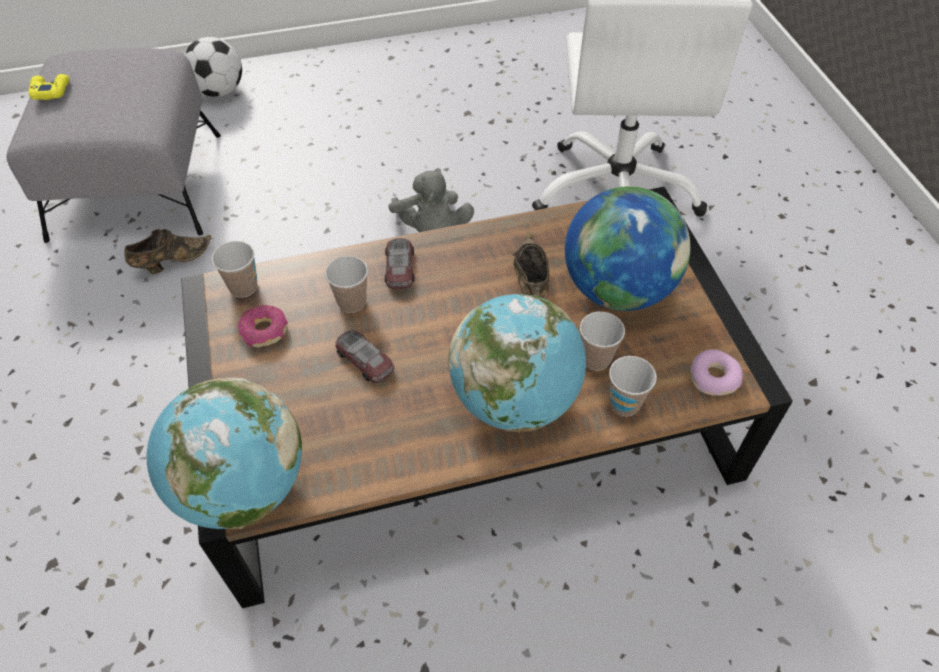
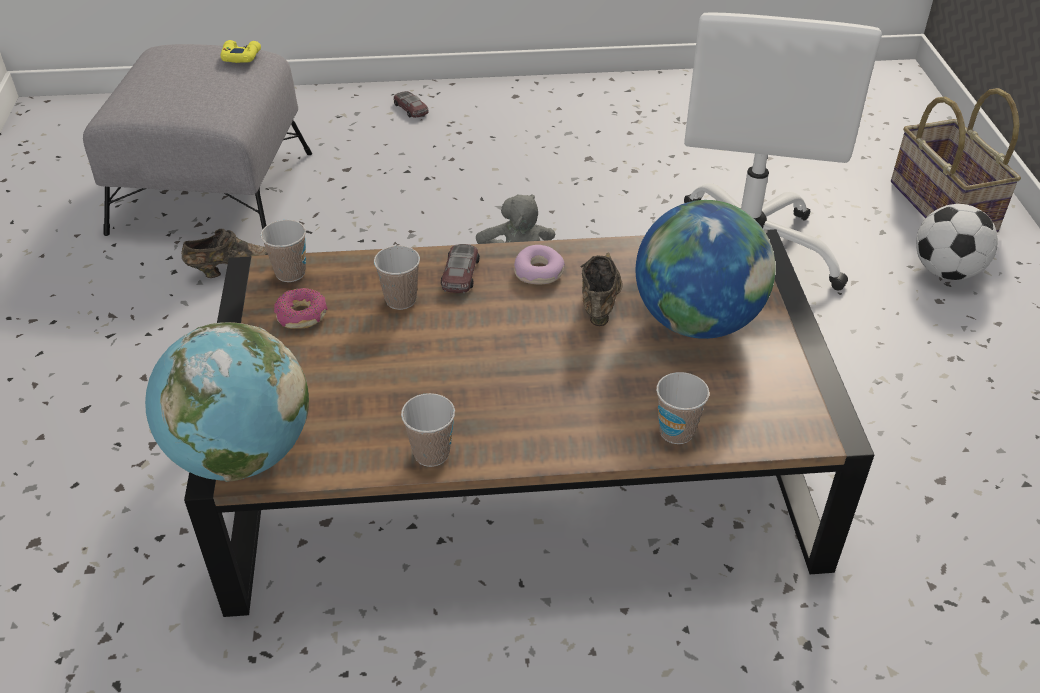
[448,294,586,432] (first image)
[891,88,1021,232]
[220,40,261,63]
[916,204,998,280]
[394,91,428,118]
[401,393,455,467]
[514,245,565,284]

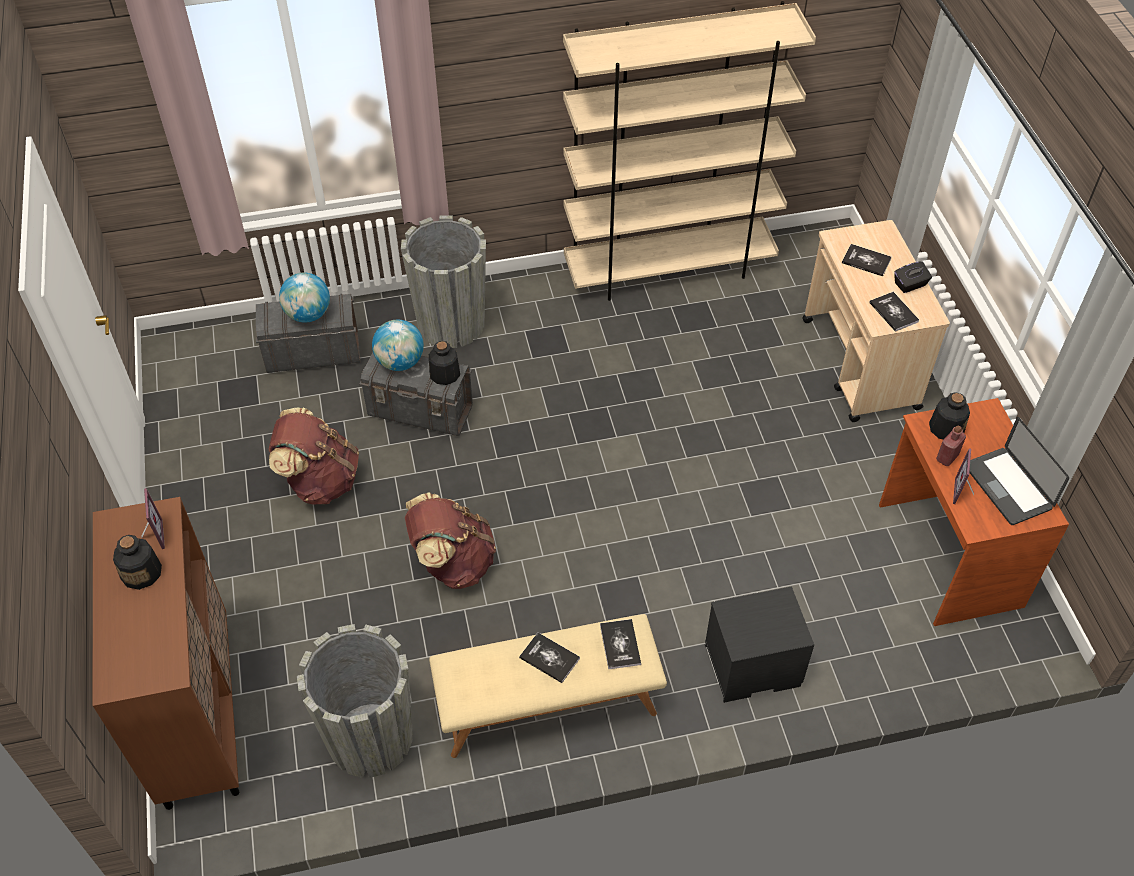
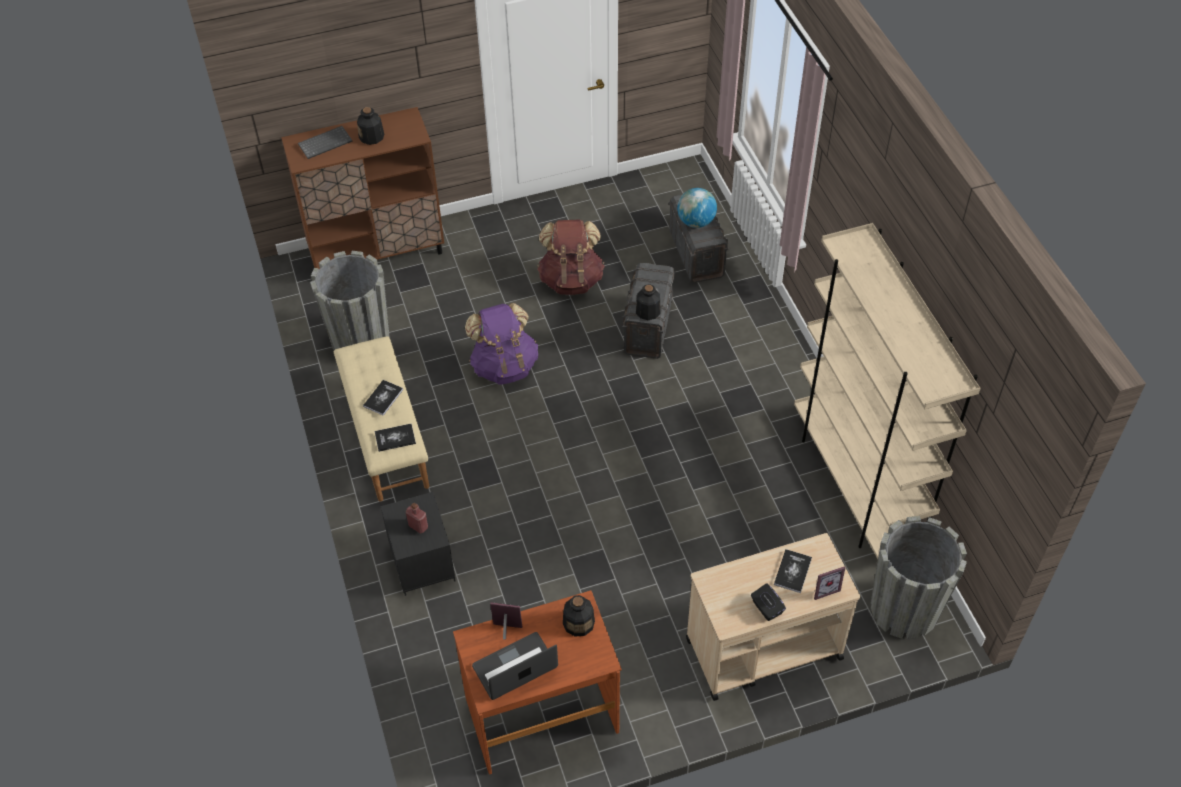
[372,320,424,371] (first image)
[869,292,919,332] (first image)
[298,126,352,159]
[814,566,845,600]
[871,516,967,639]
[406,503,428,534]
[465,303,538,385]

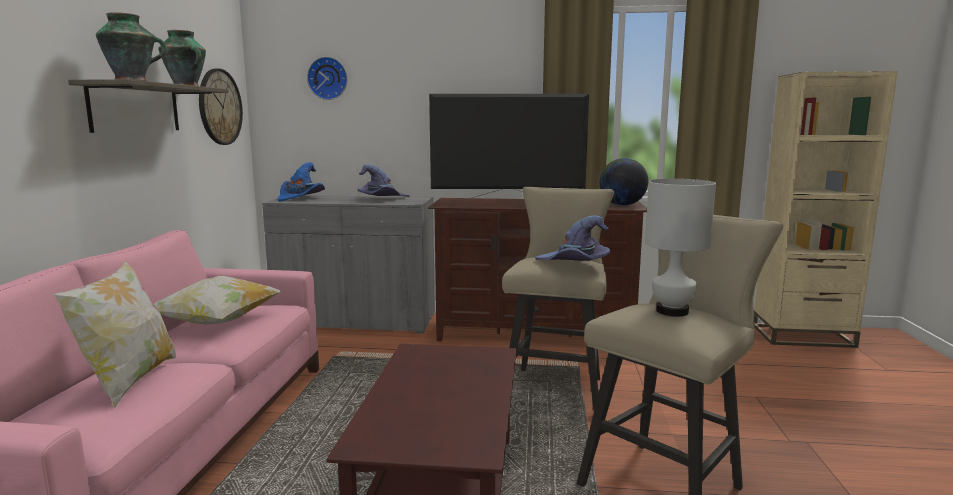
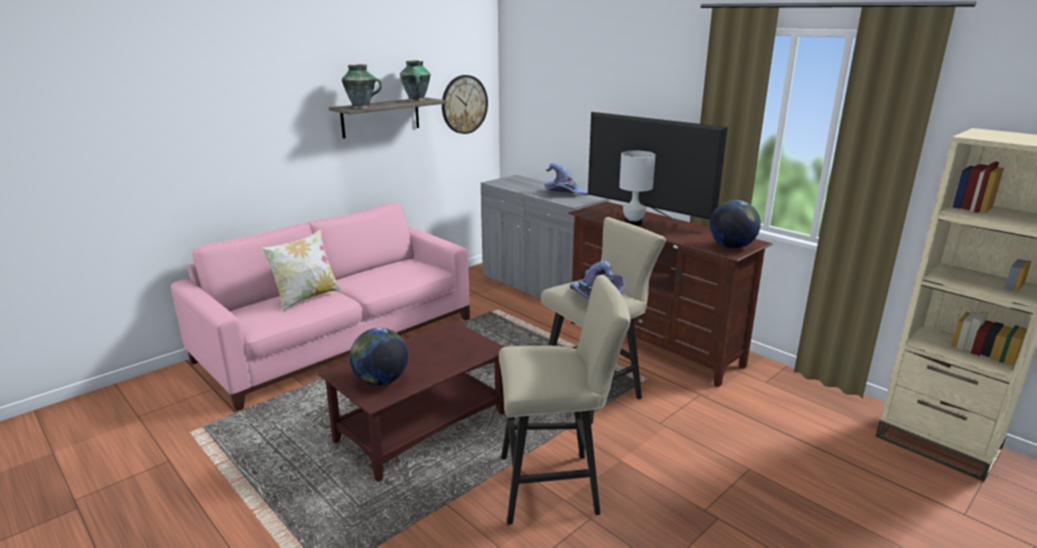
[153,276,282,325] (first image)
[278,162,325,202] (first image)
[307,57,347,100] (first image)
[350,328,408,385]
[619,151,656,226]

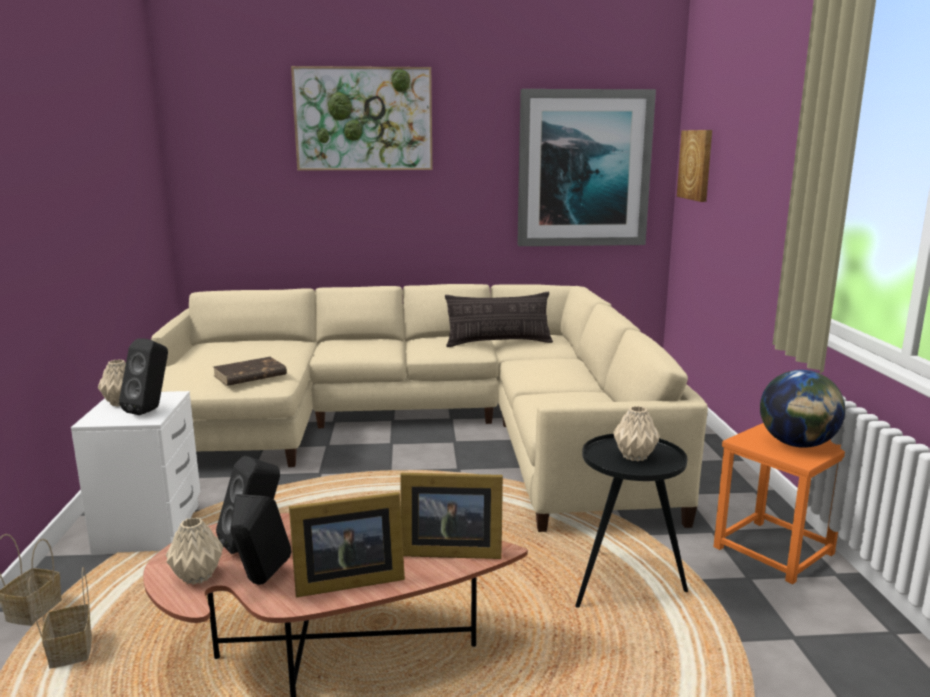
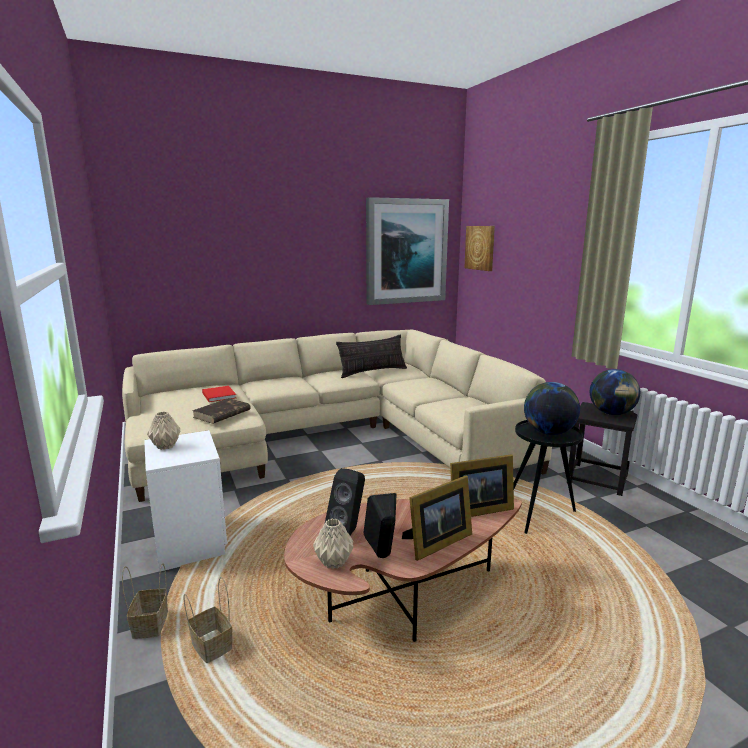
[119,338,168,415] (first image)
[291,66,433,170] (first image)
[202,386,236,402]
[524,382,580,435]
[569,402,637,496]

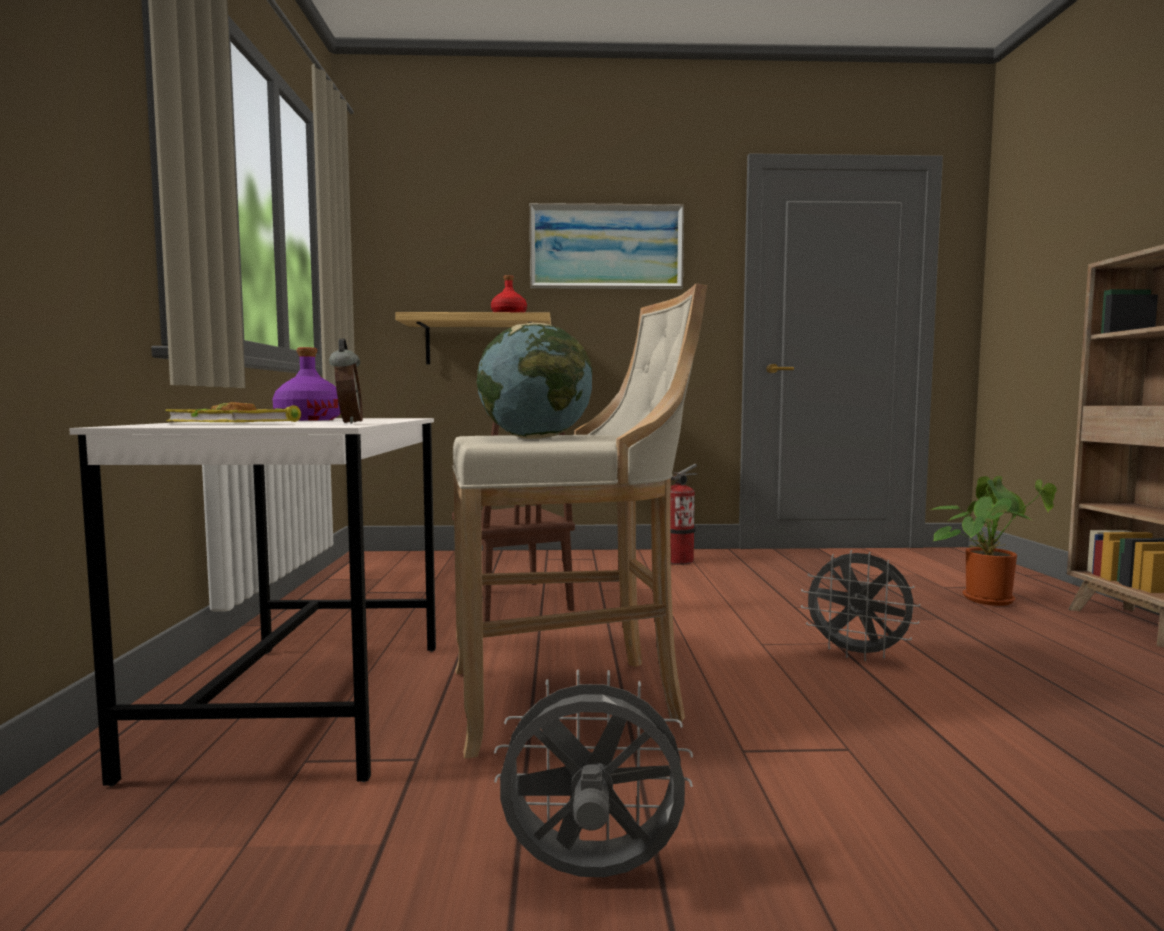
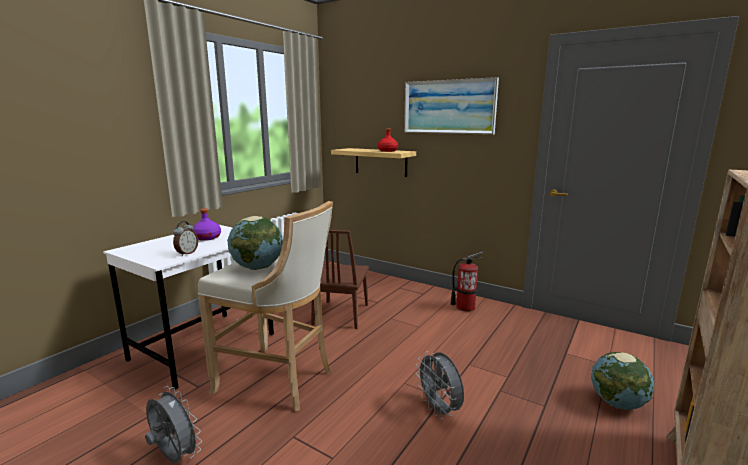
[165,402,301,422] (first image)
[591,352,654,410]

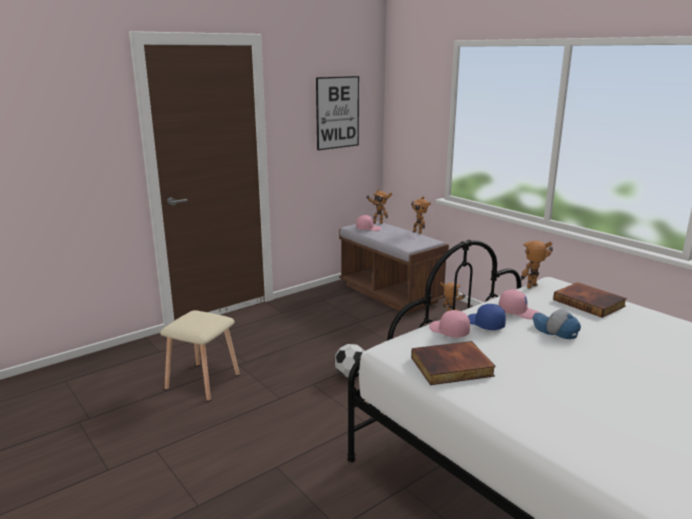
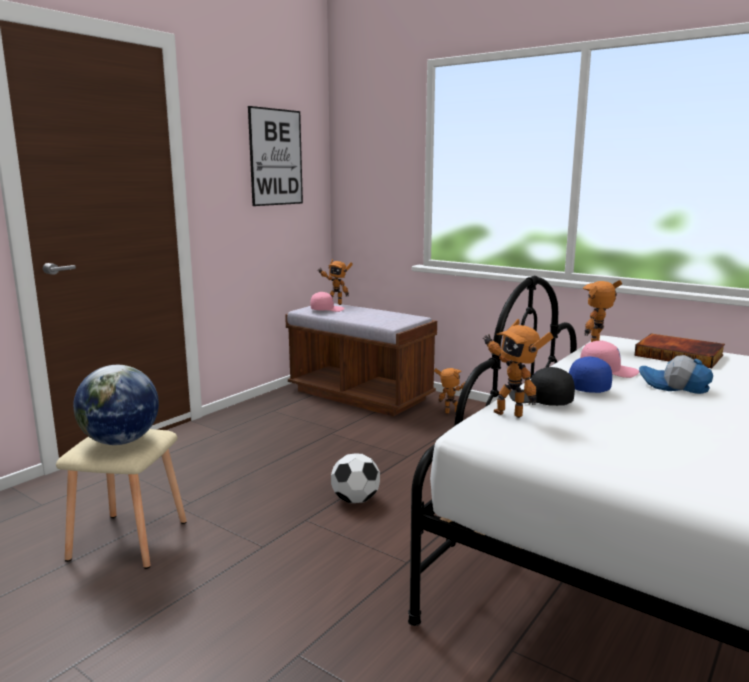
[411,341,496,385] (first image)
[73,365,159,445]
[483,319,554,418]
[509,367,575,406]

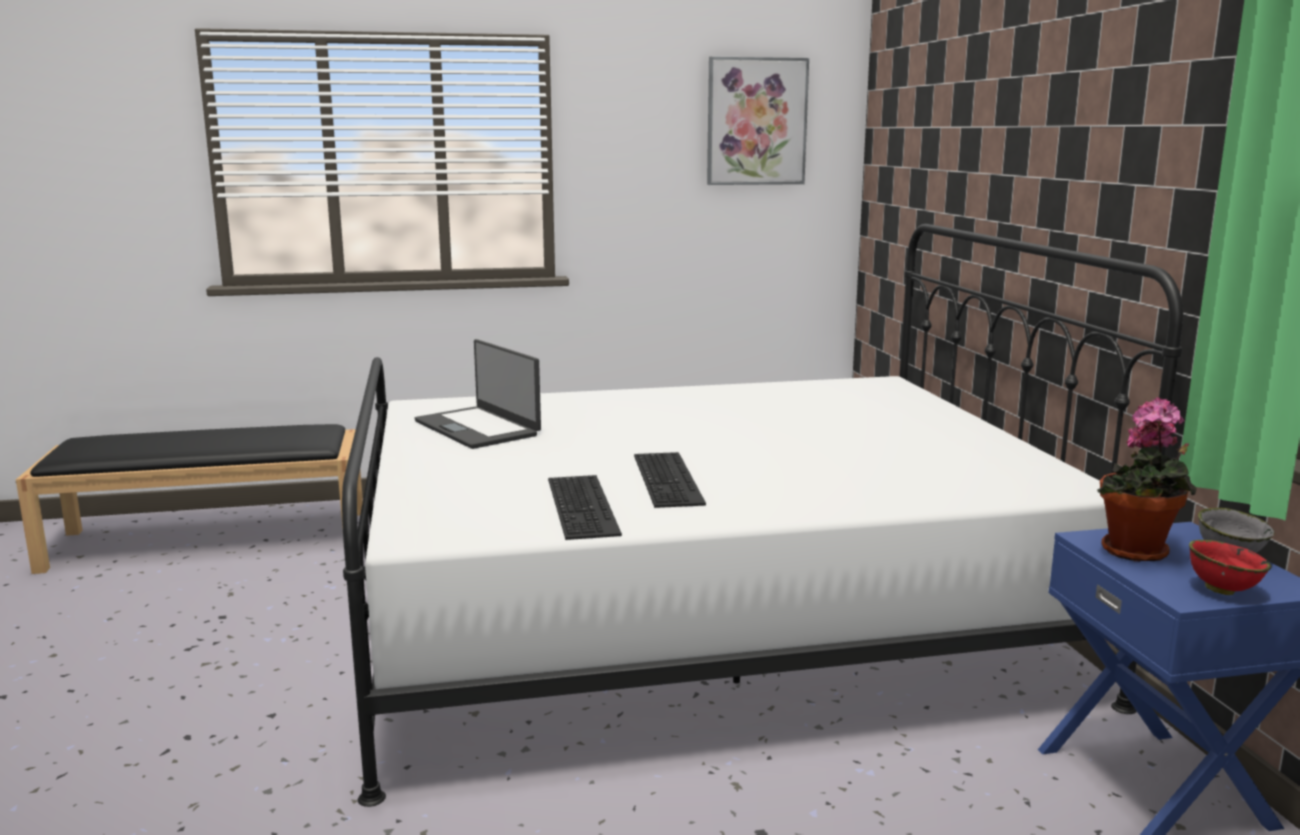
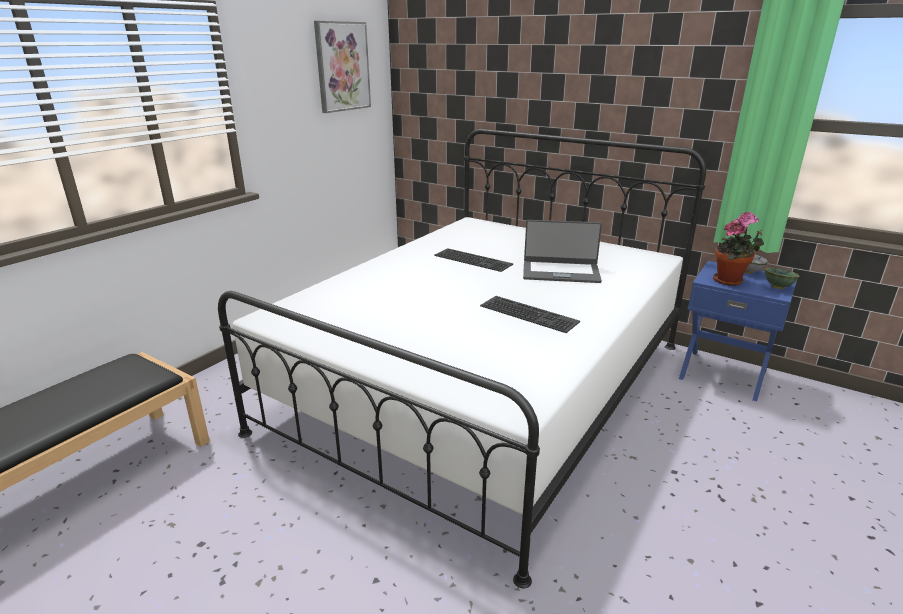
[523,220,602,283]
[434,248,513,272]
[765,268,800,289]

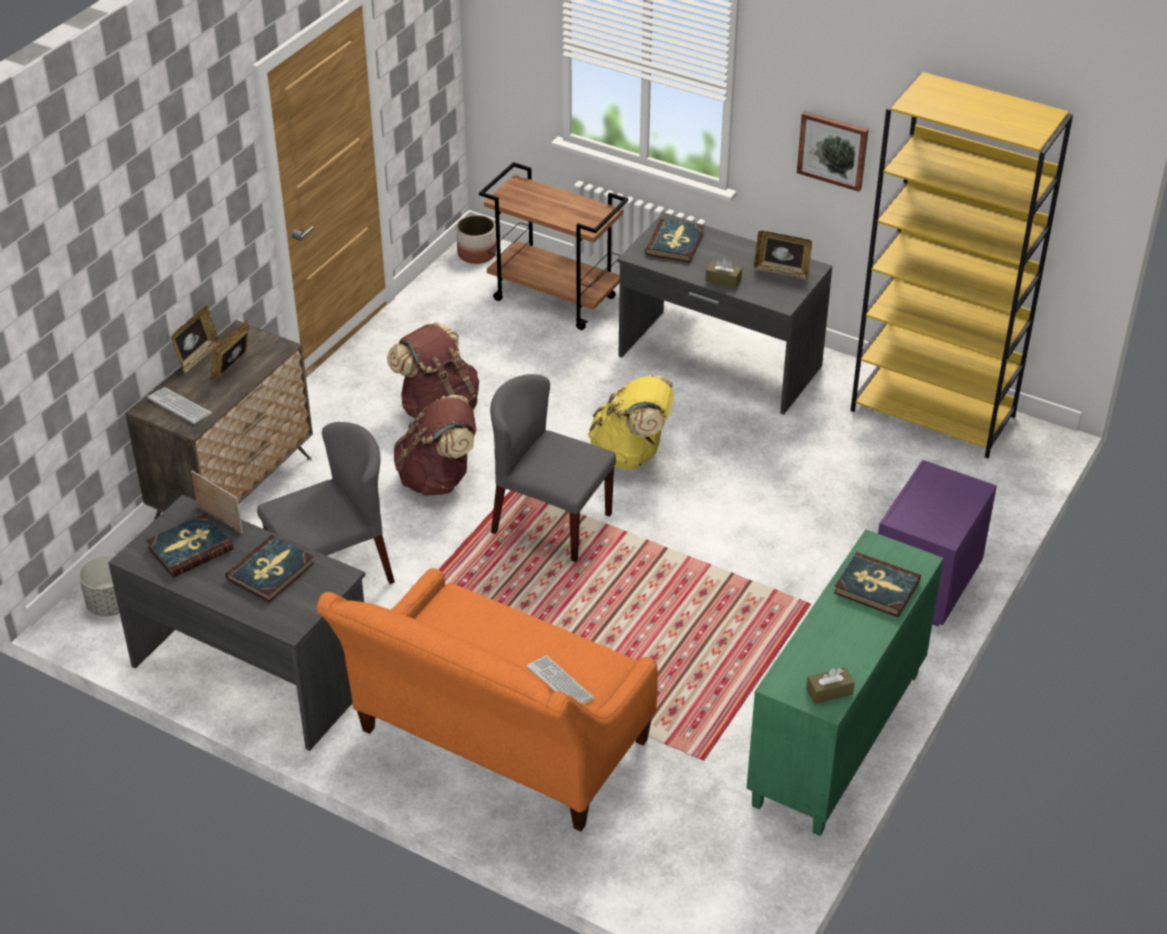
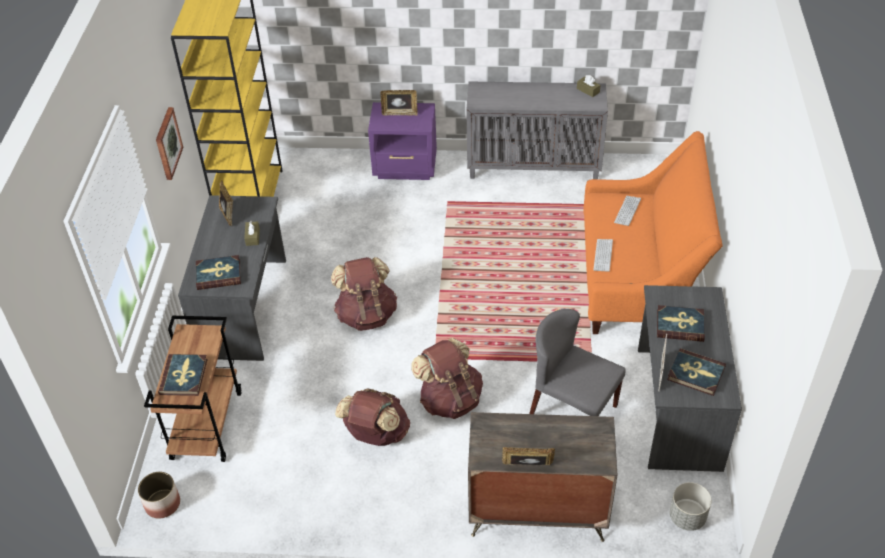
[490,374,616,562] (first image)
[593,239,613,272]
[381,90,418,116]
[158,354,208,396]
[331,257,397,331]
[466,82,608,179]

